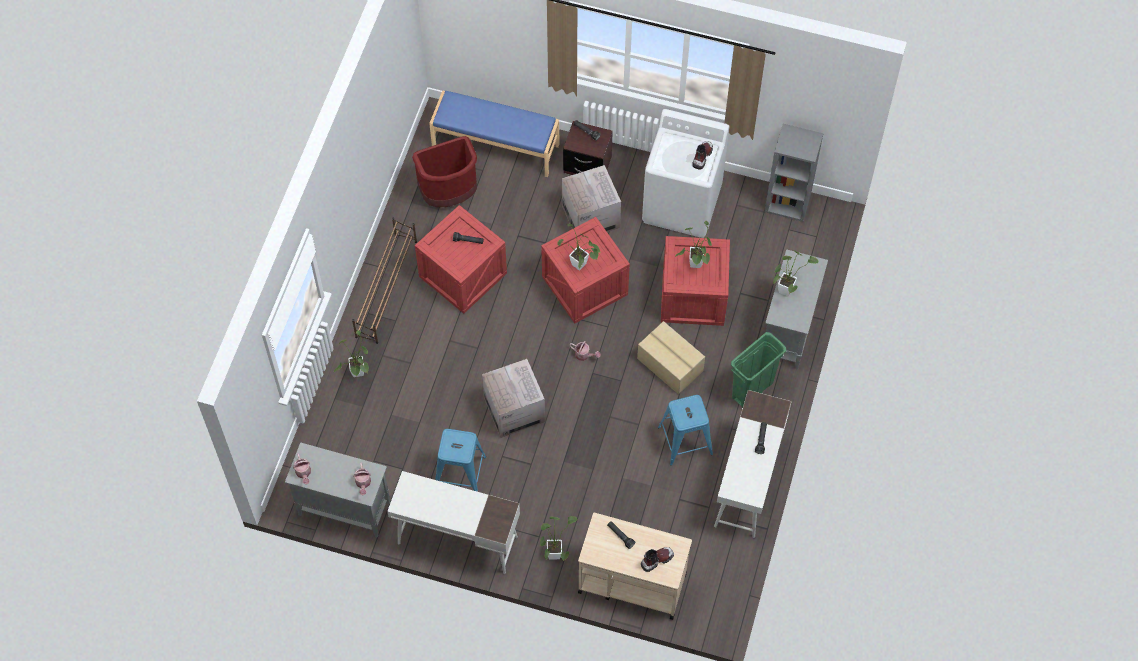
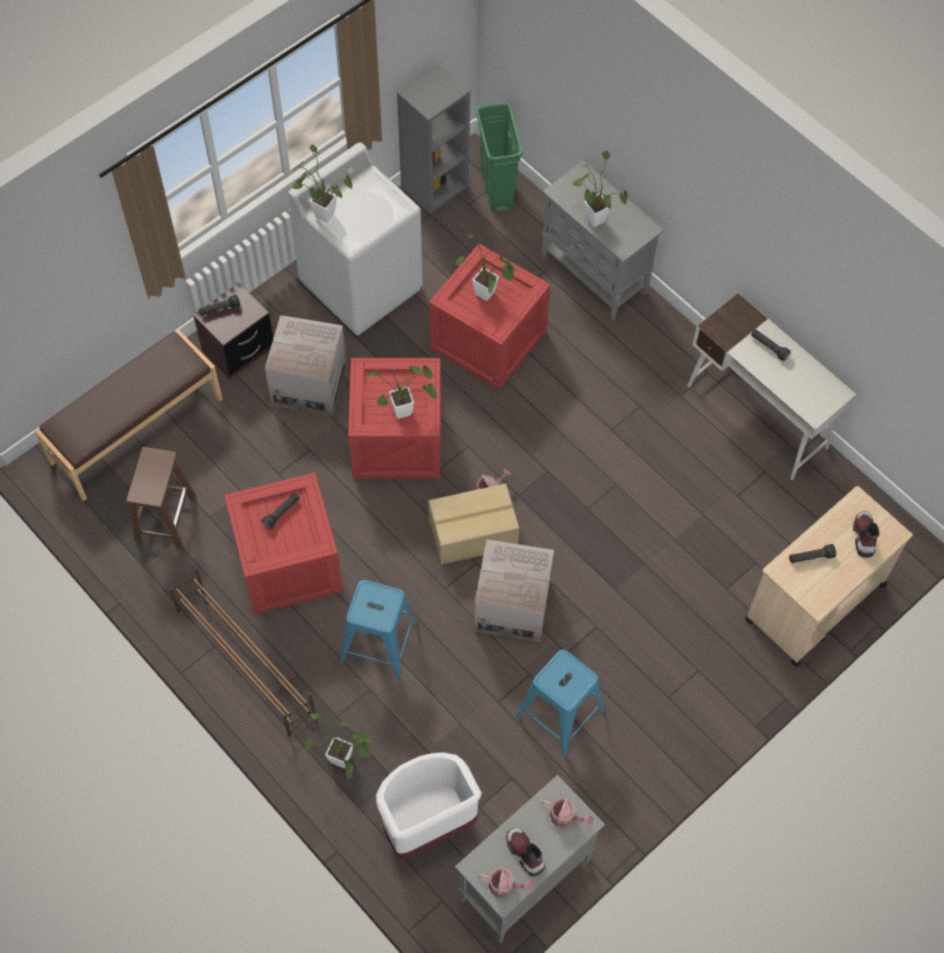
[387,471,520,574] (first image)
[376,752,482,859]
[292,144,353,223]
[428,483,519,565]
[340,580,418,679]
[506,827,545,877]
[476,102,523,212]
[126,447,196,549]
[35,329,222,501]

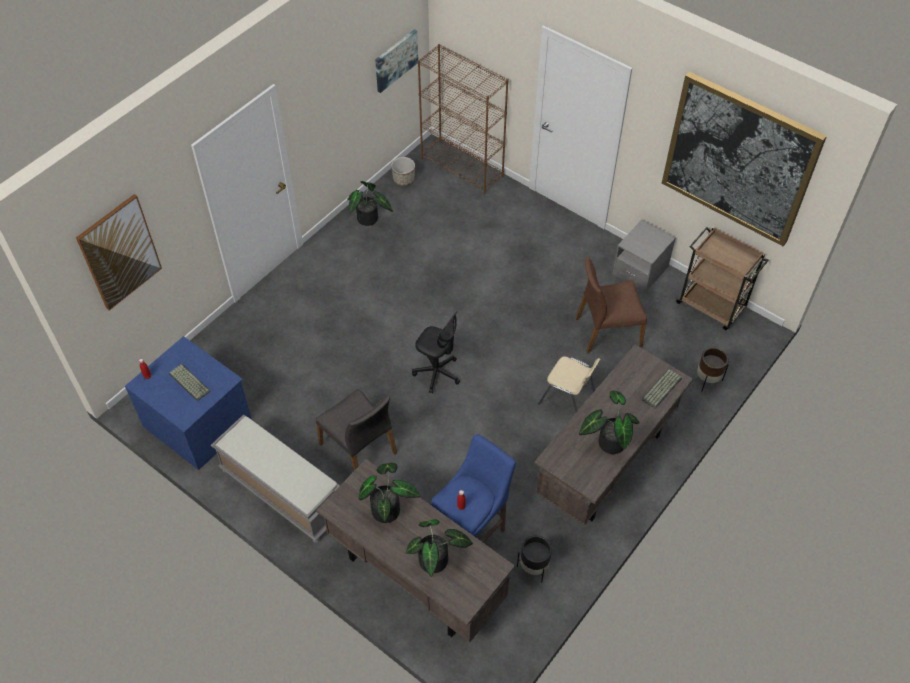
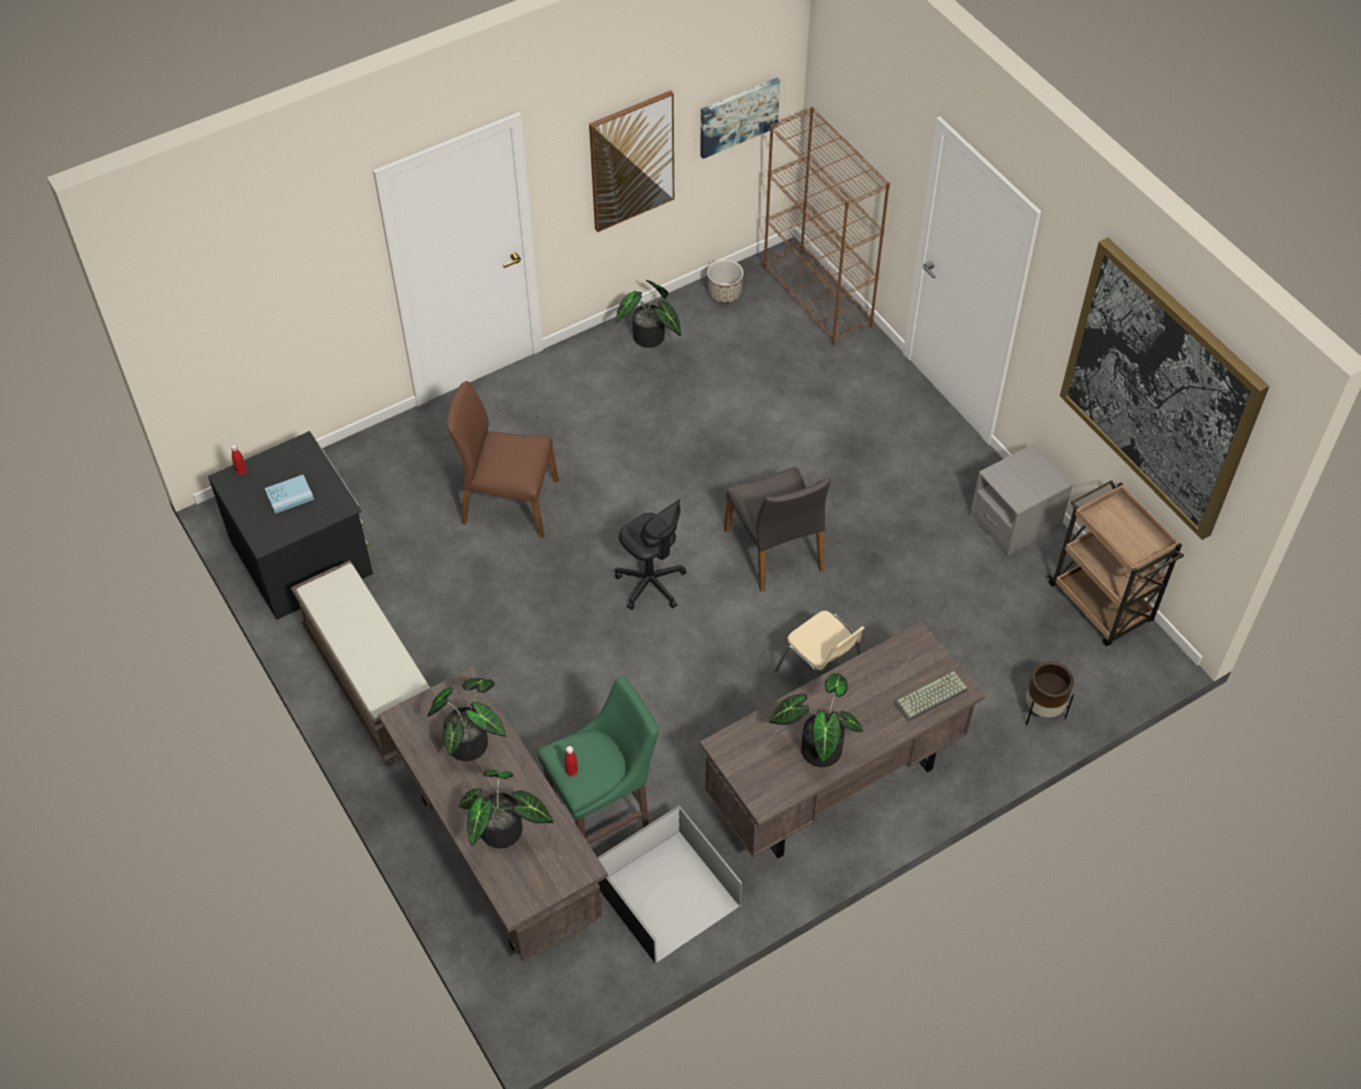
[589,90,674,232]
[724,467,831,592]
[447,381,558,538]
[265,475,314,514]
[597,805,742,963]
[208,431,373,620]
[291,560,431,765]
[537,676,659,844]

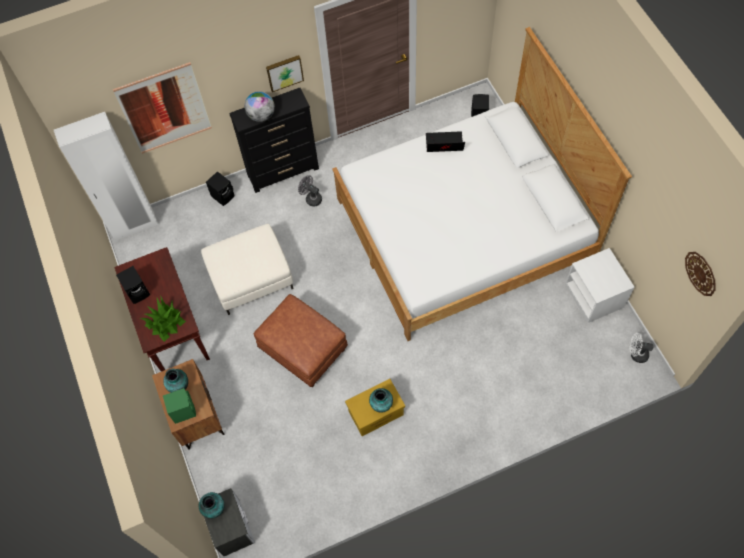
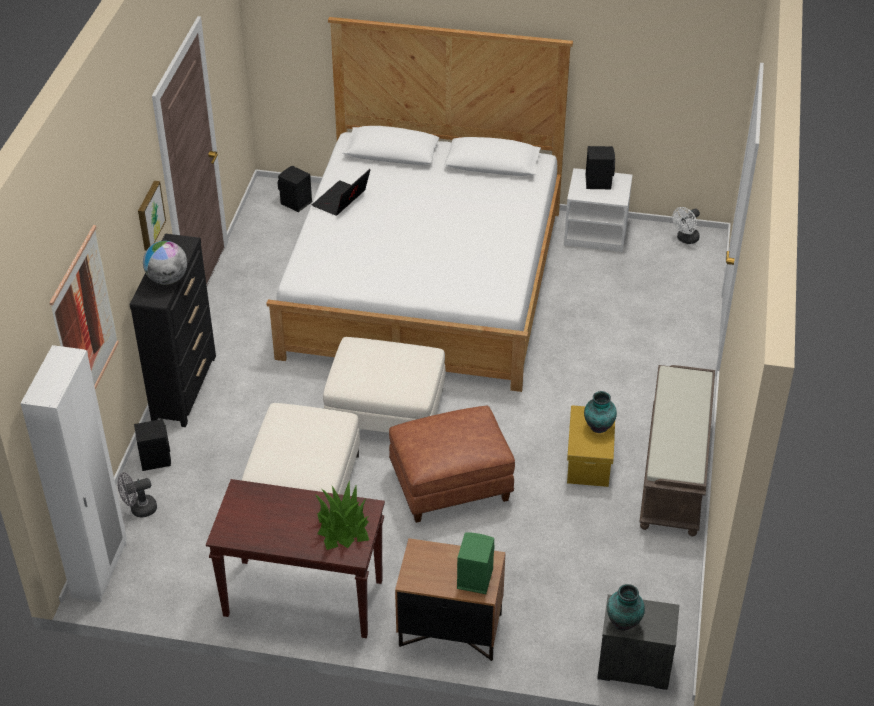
[163,368,188,393] (first image)
[685,252,716,296] (first image)
[323,337,446,433]
[639,365,715,536]
[585,146,615,190]
[117,472,157,517]

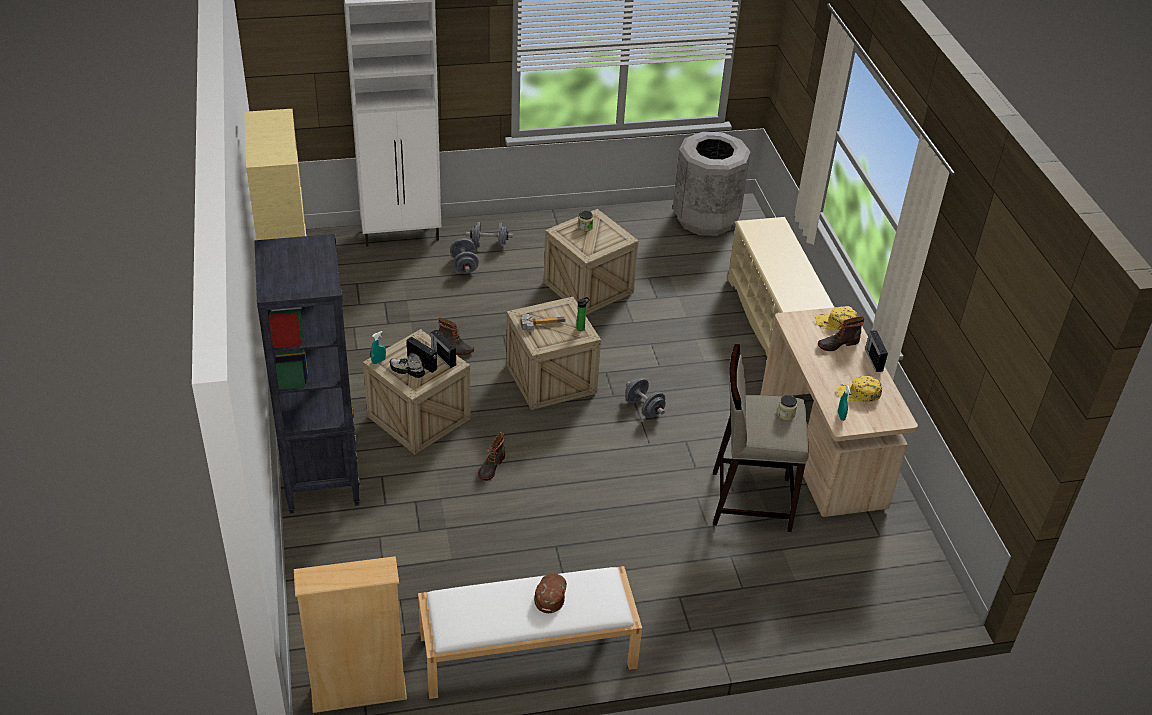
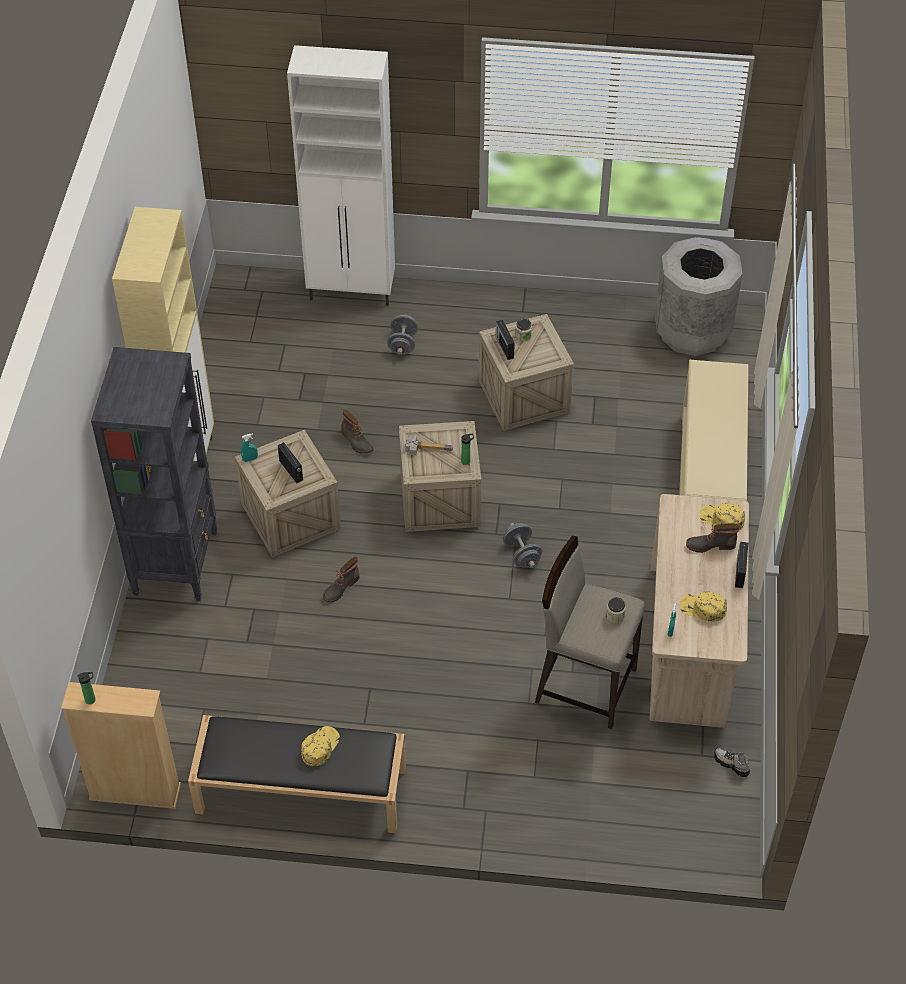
[466,222,513,248] (first image)
[78,672,96,704]
[714,748,750,777]
[496,320,515,360]
[188,715,406,833]
[301,726,340,766]

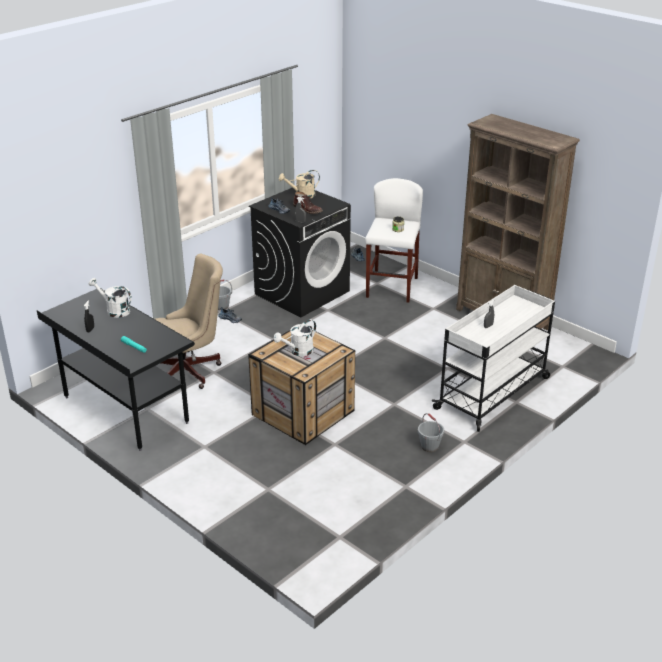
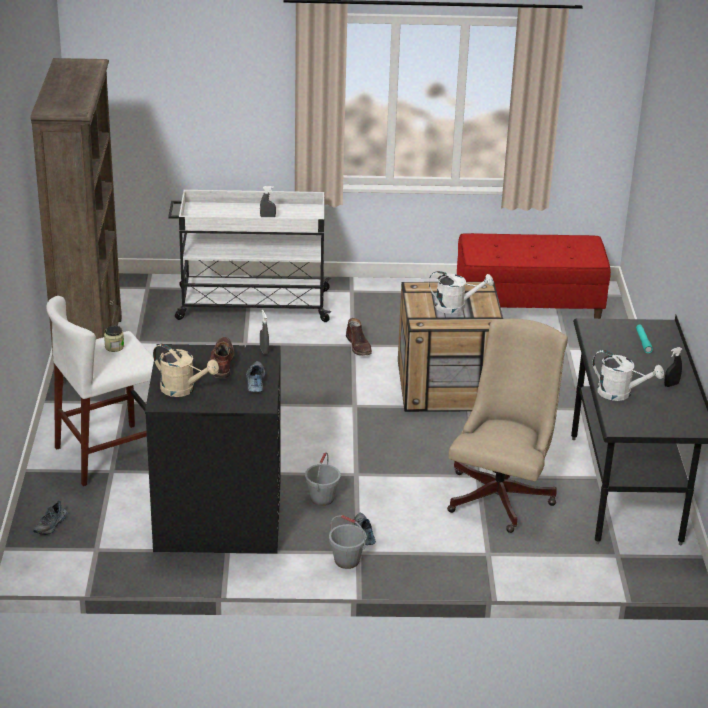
[346,318,372,356]
[457,233,611,319]
[305,452,341,506]
[593,350,664,401]
[447,319,568,533]

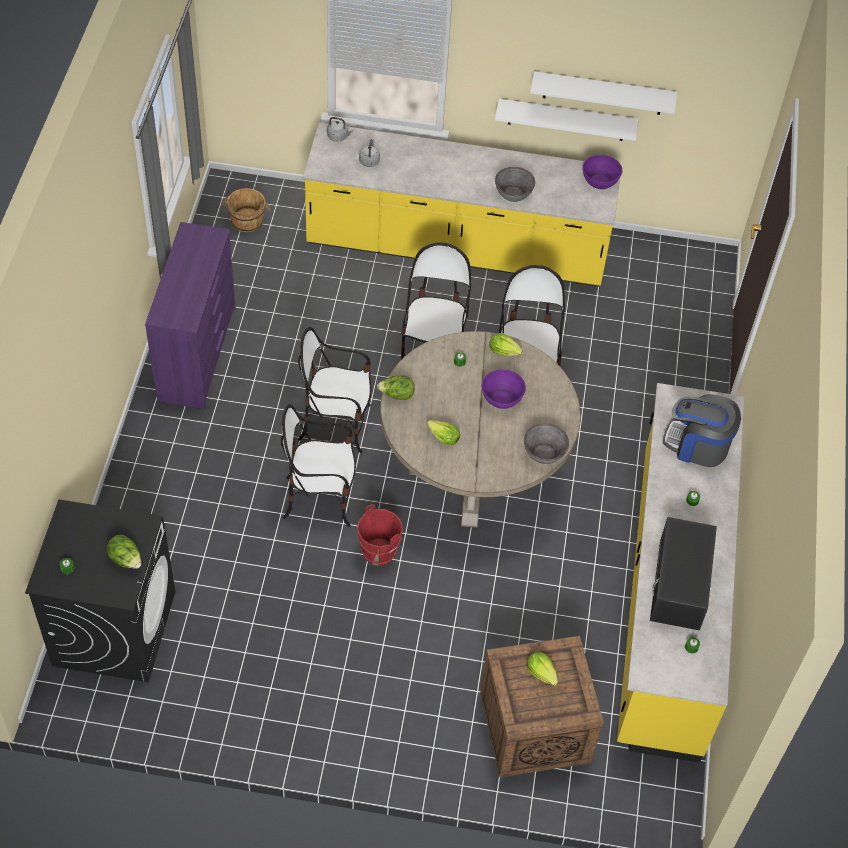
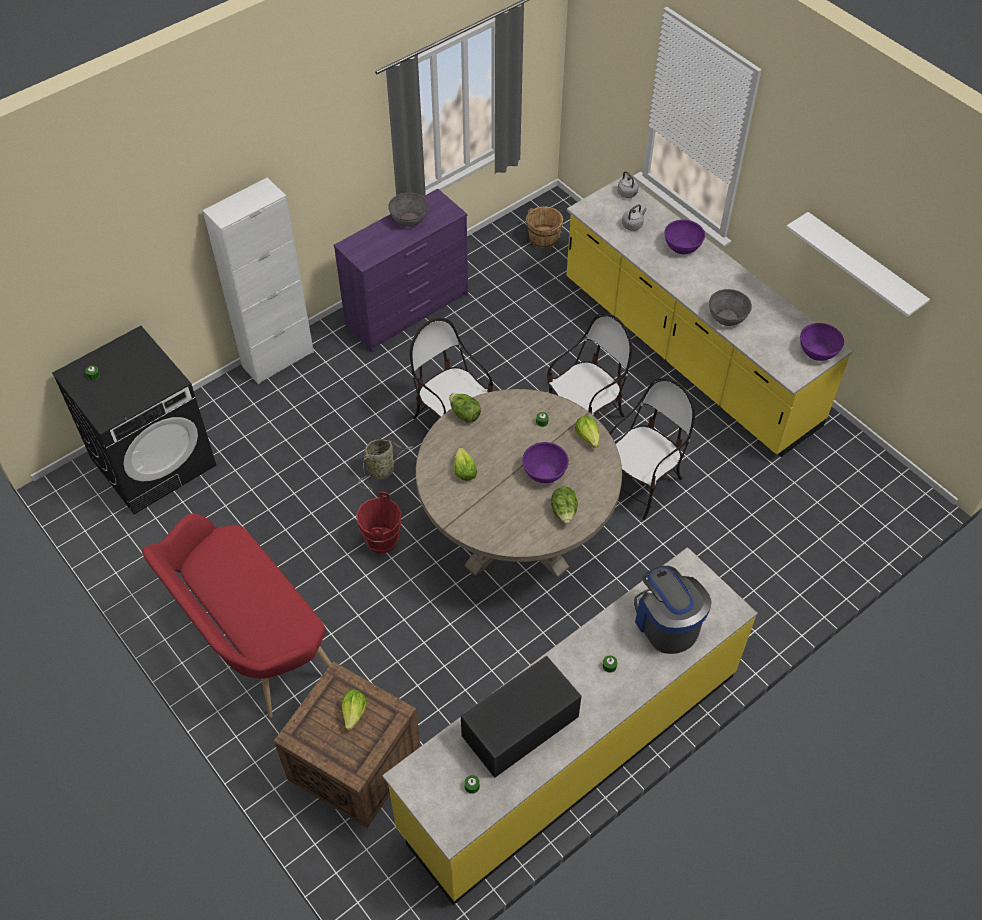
[495,99,639,141] (first image)
[142,513,331,718]
[203,177,314,384]
[664,220,705,254]
[551,486,578,524]
[388,192,429,227]
[358,439,413,490]

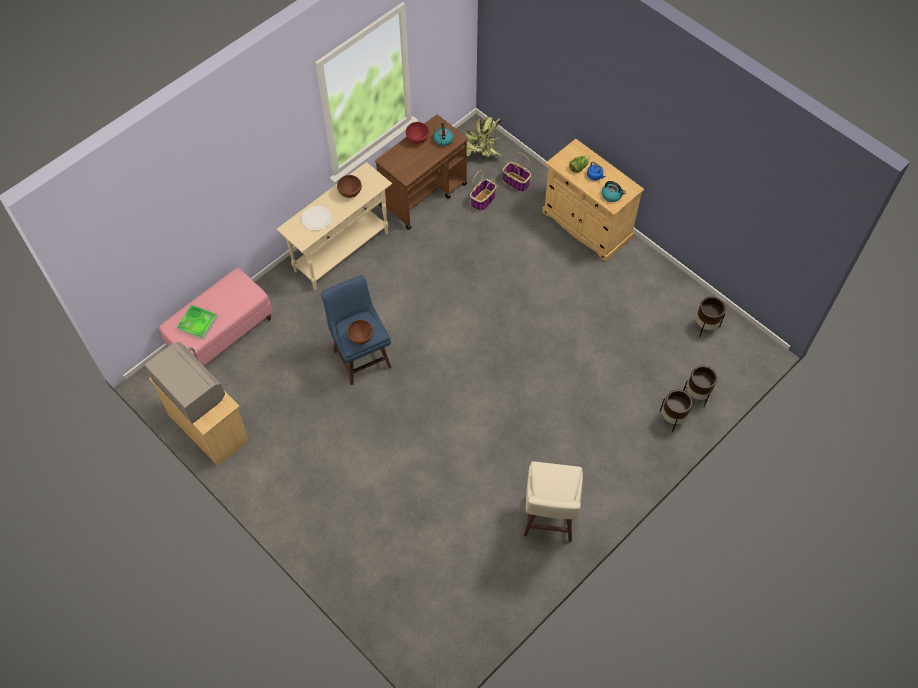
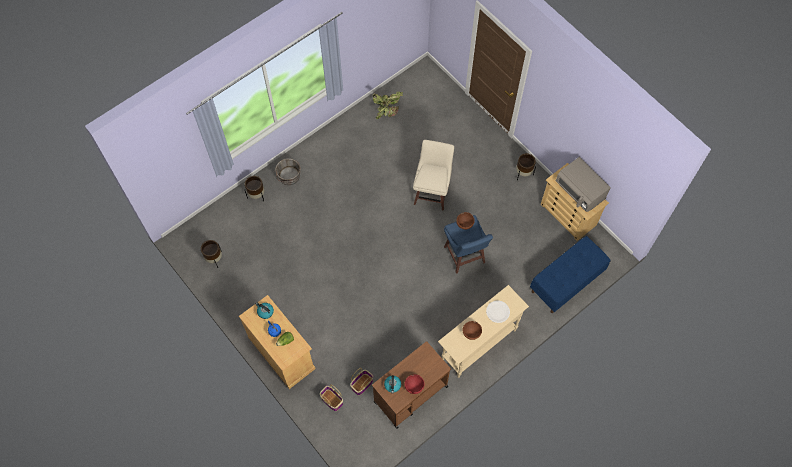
[177,304,218,340] (first image)
[275,158,301,185]
[373,92,403,119]
[413,140,454,211]
[516,153,536,180]
[530,236,611,313]

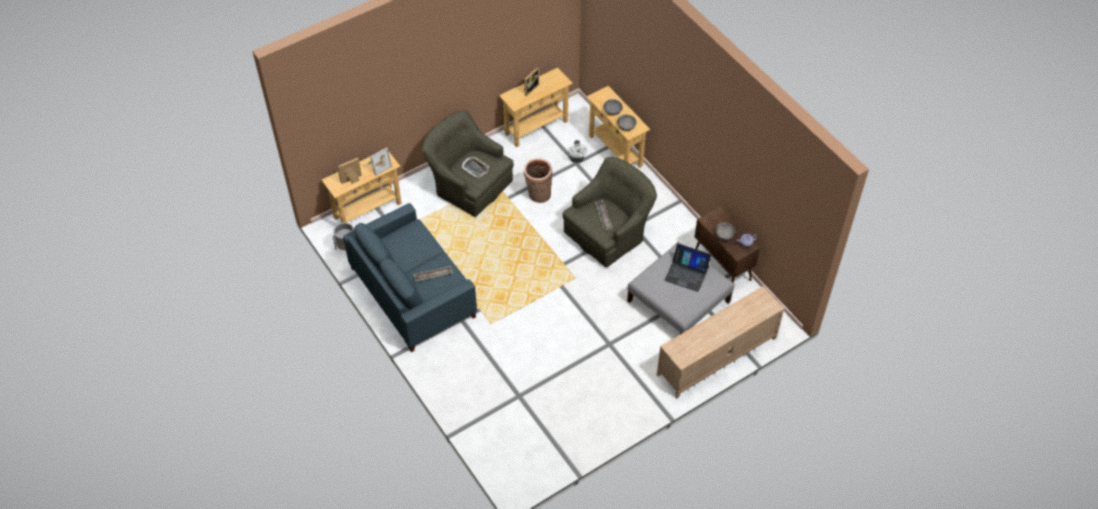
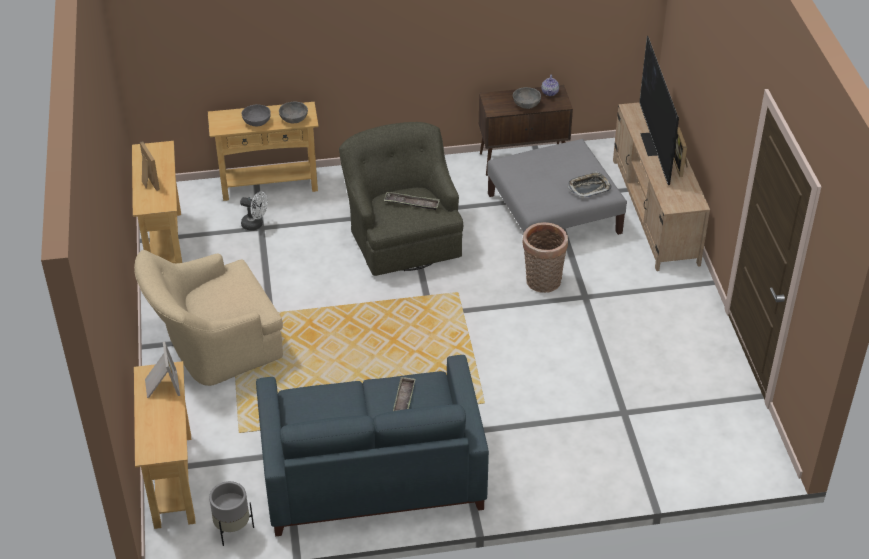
[664,243,711,292] (first image)
[639,36,679,185]
[673,127,688,177]
[568,172,612,198]
[522,222,568,293]
[134,250,283,386]

